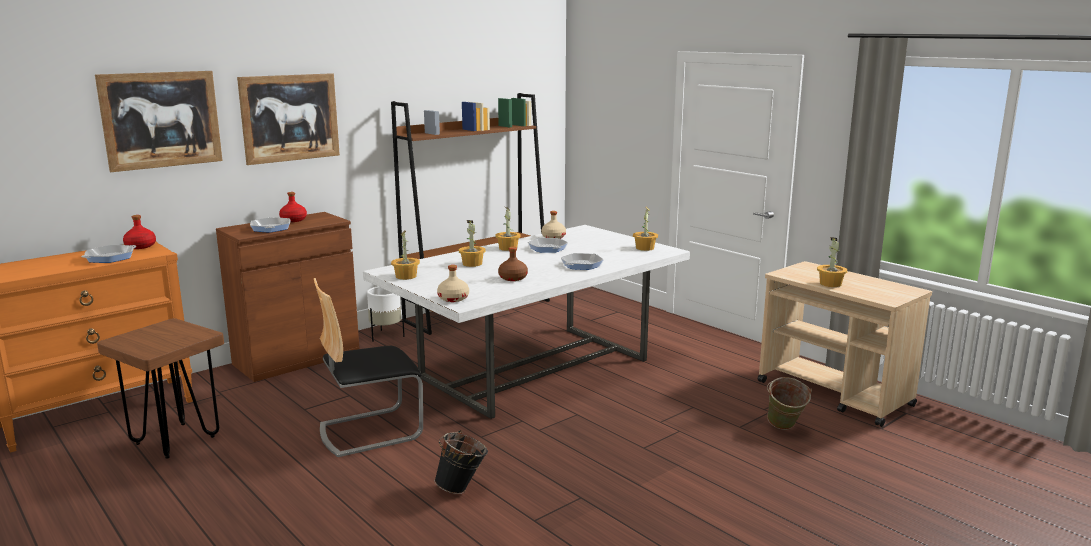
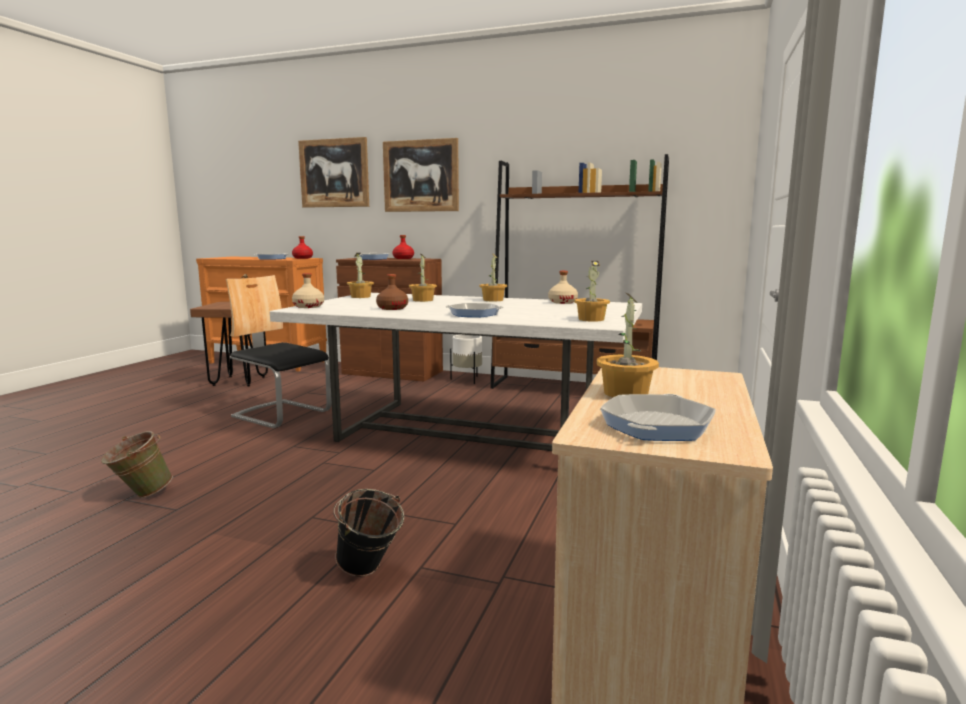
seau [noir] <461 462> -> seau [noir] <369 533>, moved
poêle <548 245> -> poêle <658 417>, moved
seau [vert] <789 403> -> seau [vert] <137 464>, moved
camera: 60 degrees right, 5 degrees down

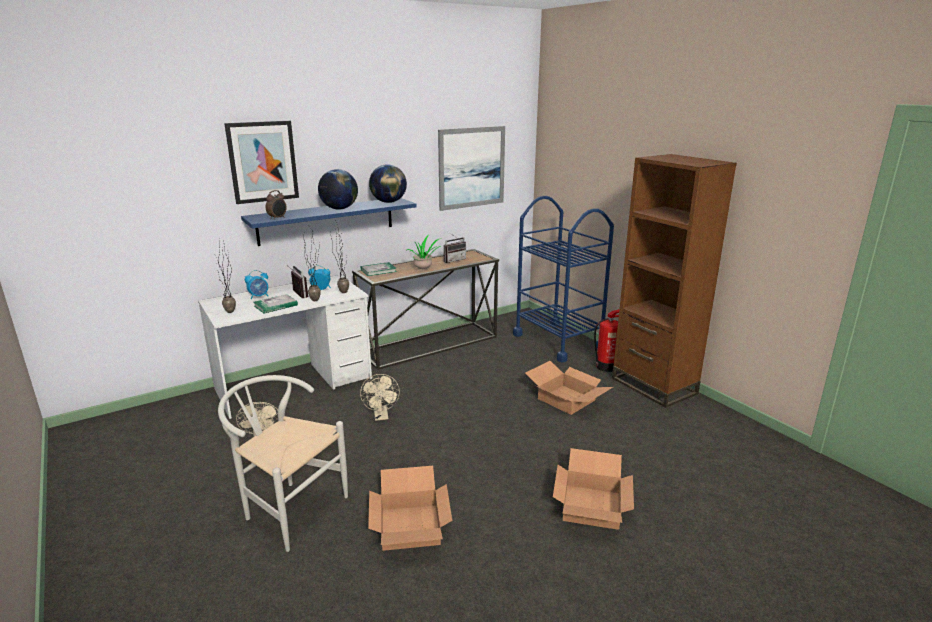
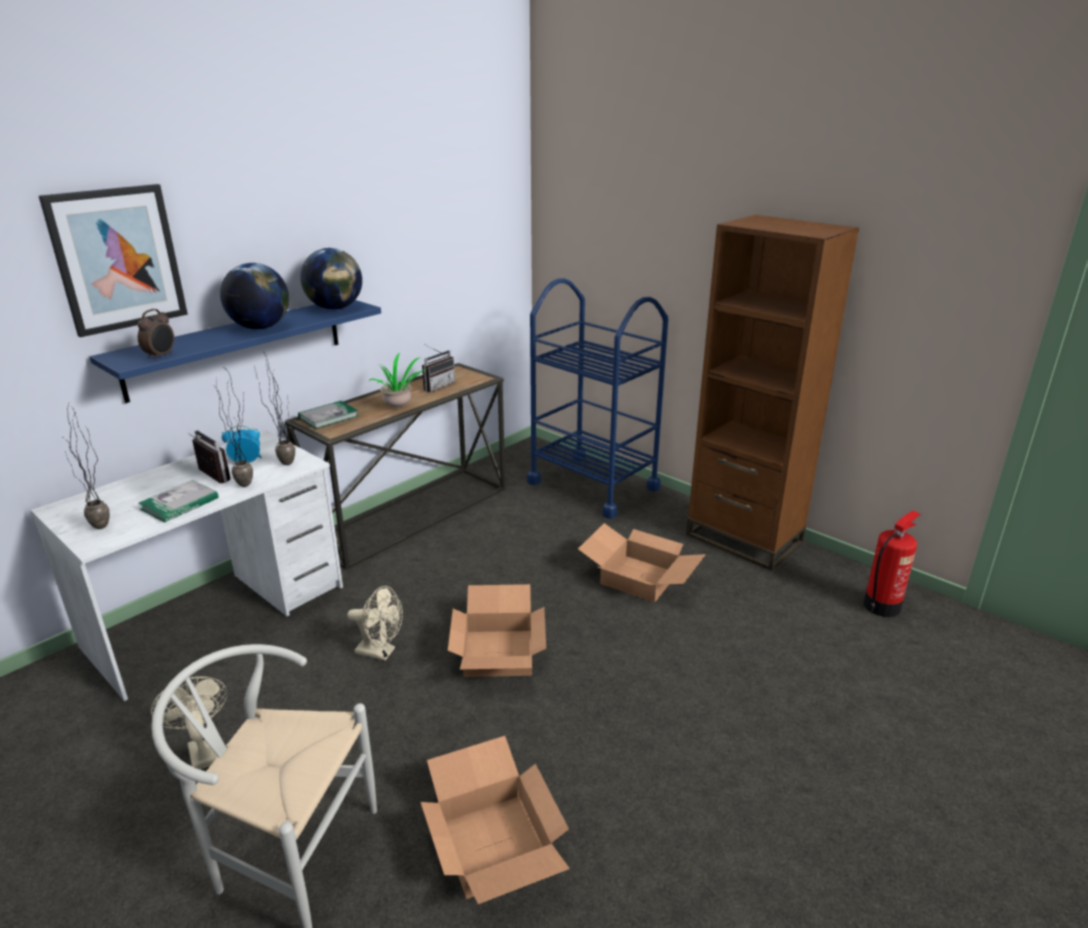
réveil <256 284> -> none
ventilateur [beige] <380 397> -> ventilateur [beige] <375 623>, 45 degrees counterclockwise
tableau <471 168> -> none
carton <593 489> -> carton <497 630>, moved
extincteur <606 340> -> extincteur <891 563>, moved
camera: 15 degrees left, 5 degrees up

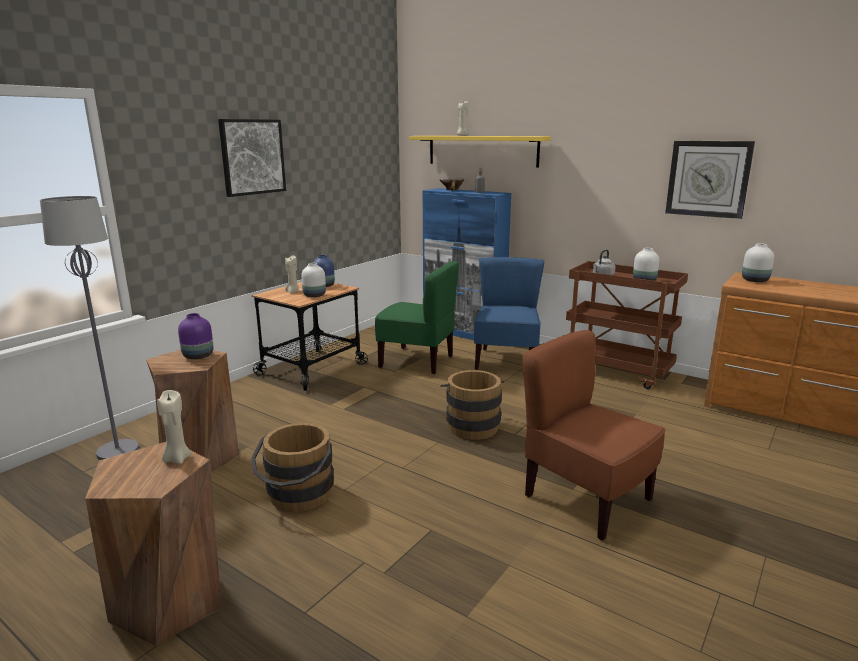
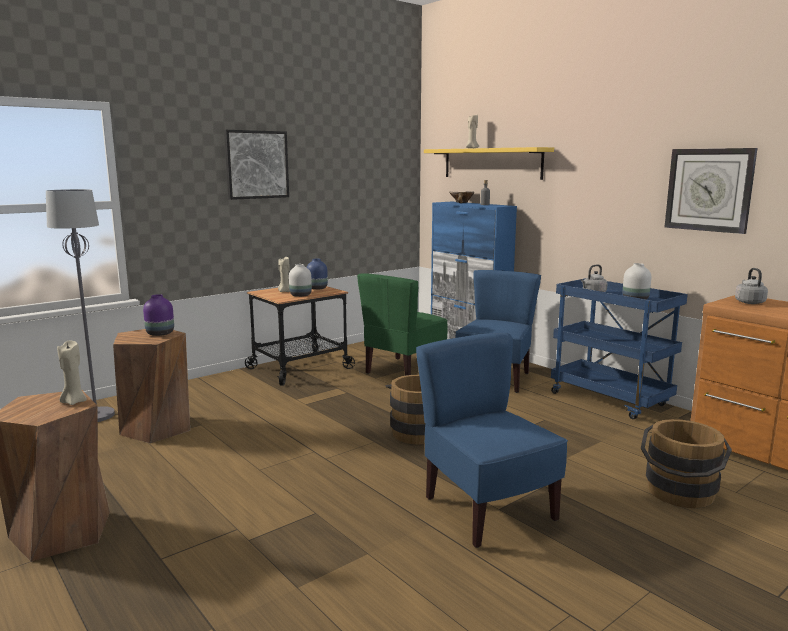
seau [marron] <292 467> -> seau [marron] <686 463>, moved
chaise [vert] <417 317> -> chaise [vert] <402 324>, 90 degrees clockwise
chaise [marron] <594 435> -> chaise [bleu] <492 440>
chariot [marron] <627 325> -> chariot [bleu] <619 348>
vase [blanc] <758 262> -> bouilloire [gris] <751 286>
camera: 15 degrees right, 5 degrees down

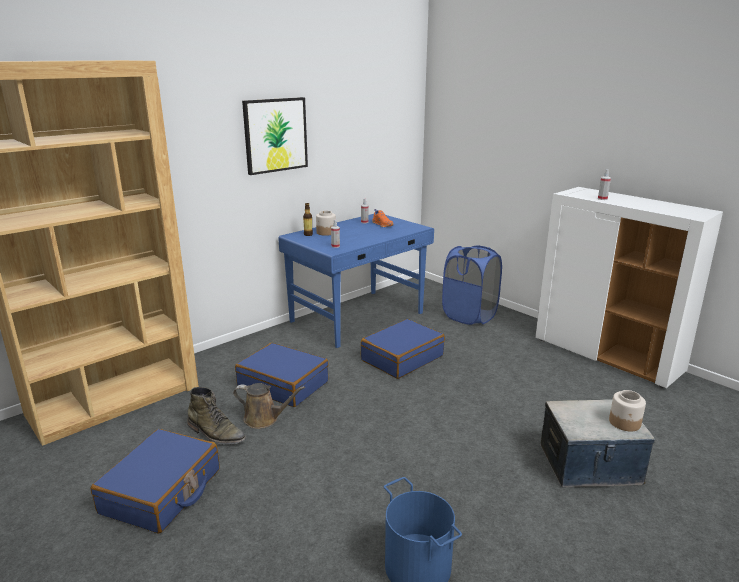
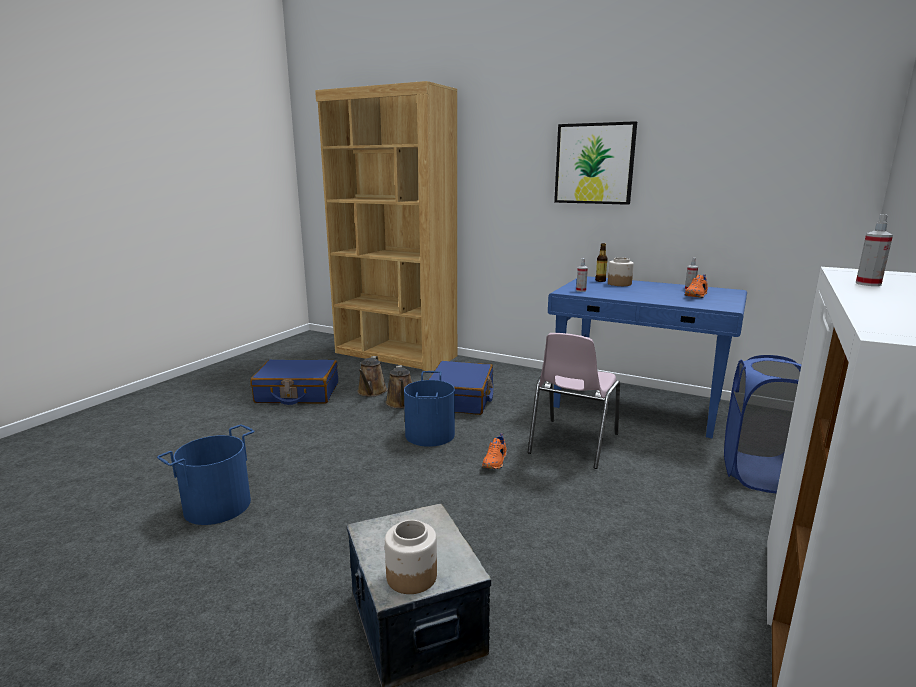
botte [vert] <216 415> -> arrosoir [marron] <372 376>
valise [bleu] <403 349> -> chaise [rose] <574 401>
none -> seau [bleu] <429 409>
none -> chaussure [orange] <494 451>
camera: 70 degrees right, 5 degrees down

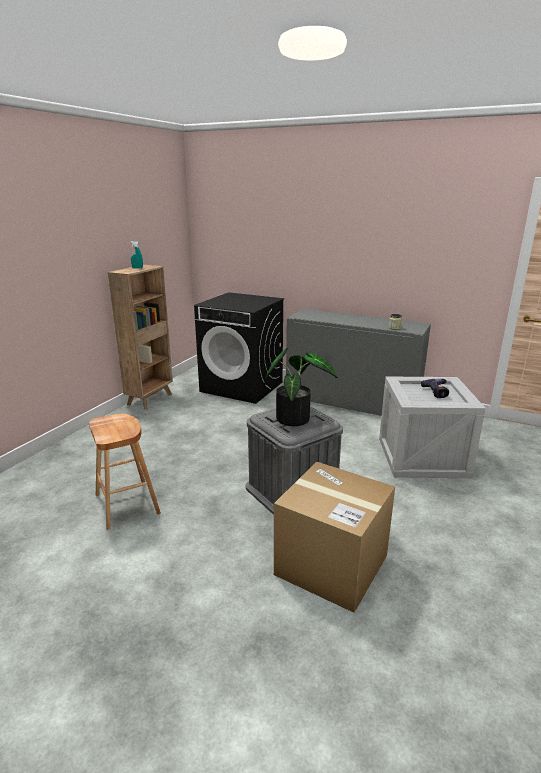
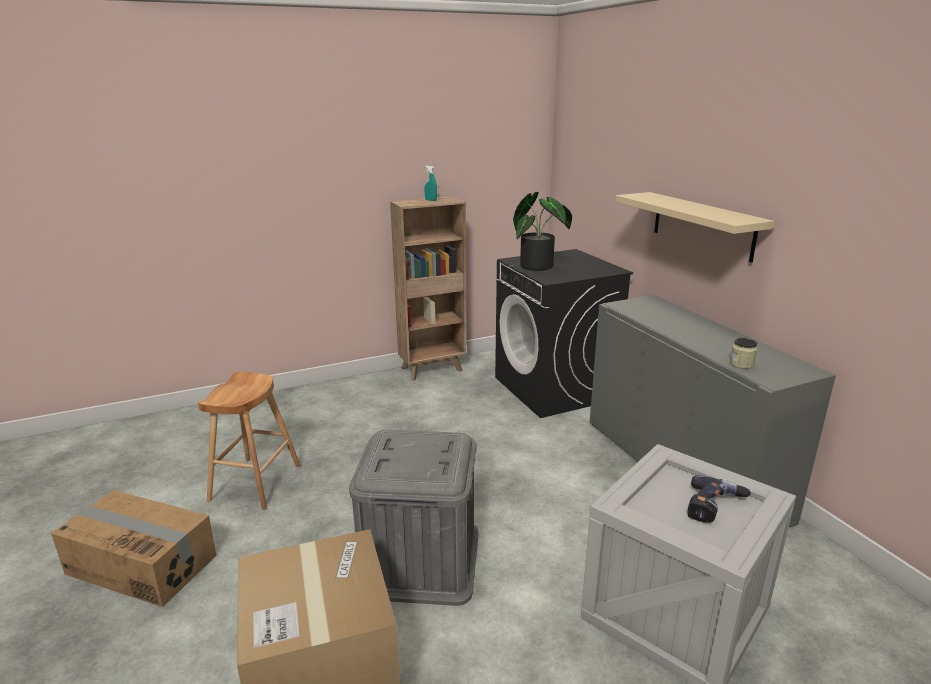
plante en pot <301 386> -> plante en pot <542 231>, moved
none -> carton <134 548>
none -> étagère [beige] <695 227>
camera: 40 degrees right, 0 degrees up

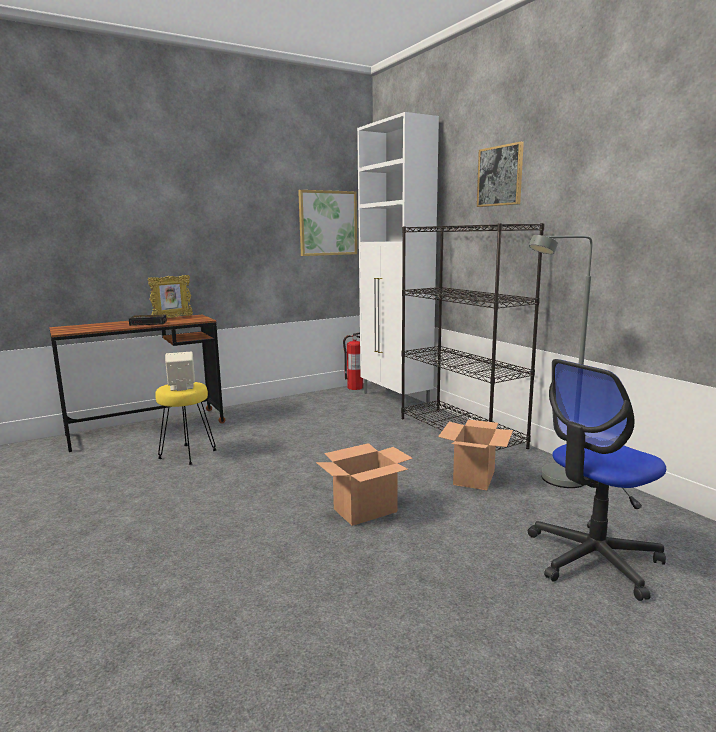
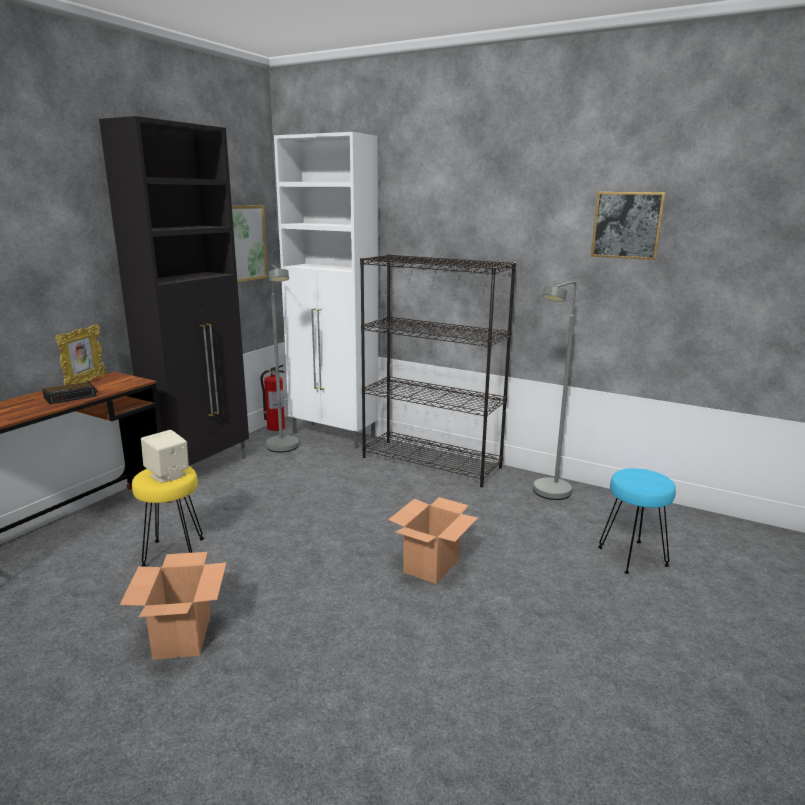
carton <475 454> -> carton <173 606>, moved
tableau <500 174> -> tableau <628 226>, moved
chaise de bureau <597 480> -> tabouret [turquoise] <637 521>
none -> meuble de rangement [noir] <174 291>
none -> lampadaire [gris] <282 358>
camera: 30 degrees left, 5 degrees up

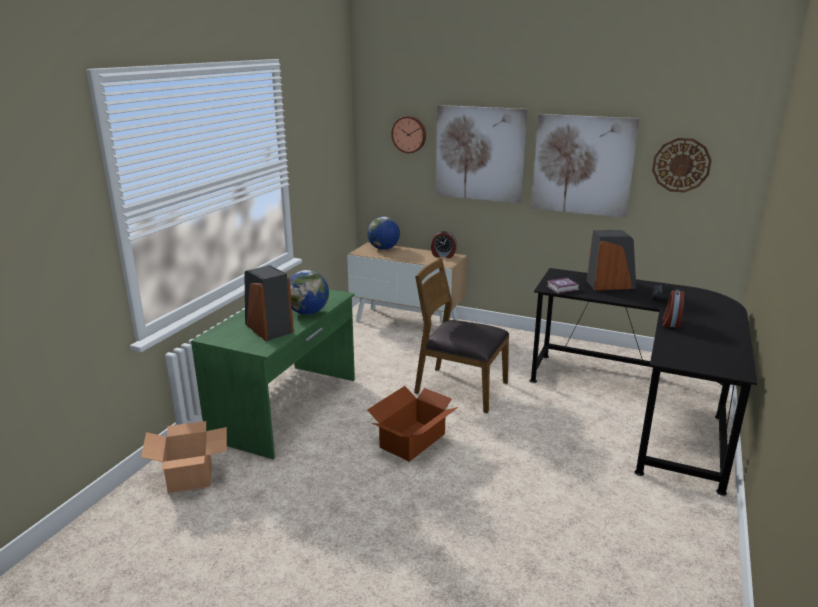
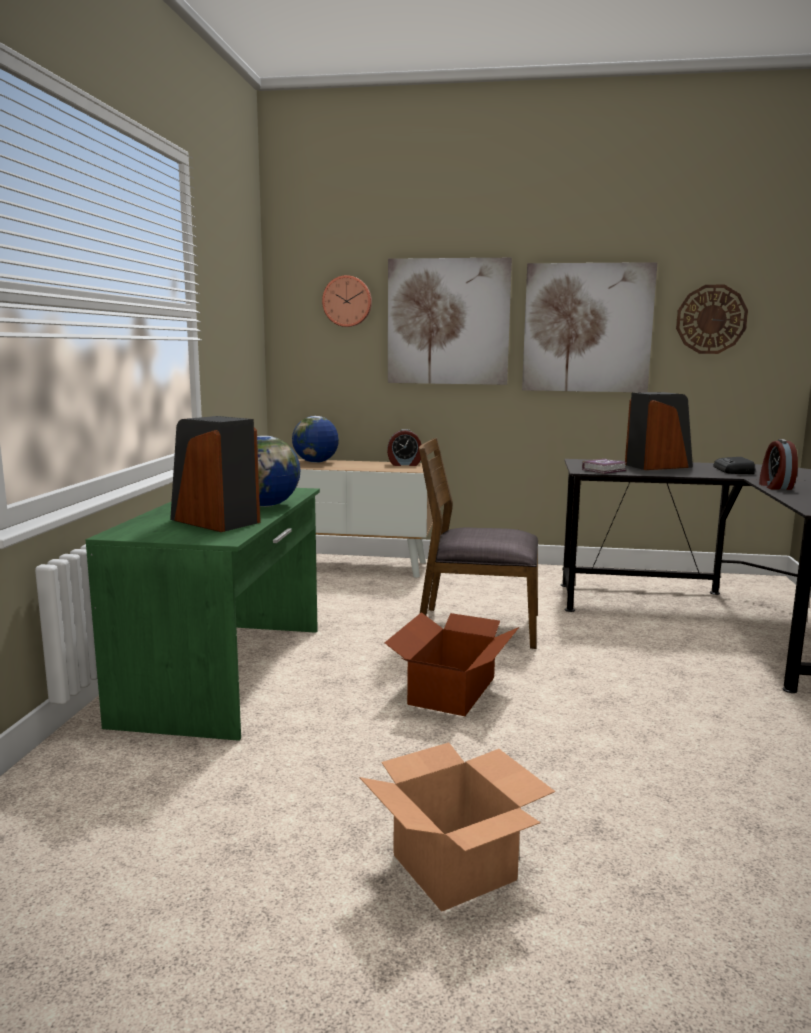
carton <184 457> -> carton <457 827>, moved
camera: 15 degrees left, 10 degrees down

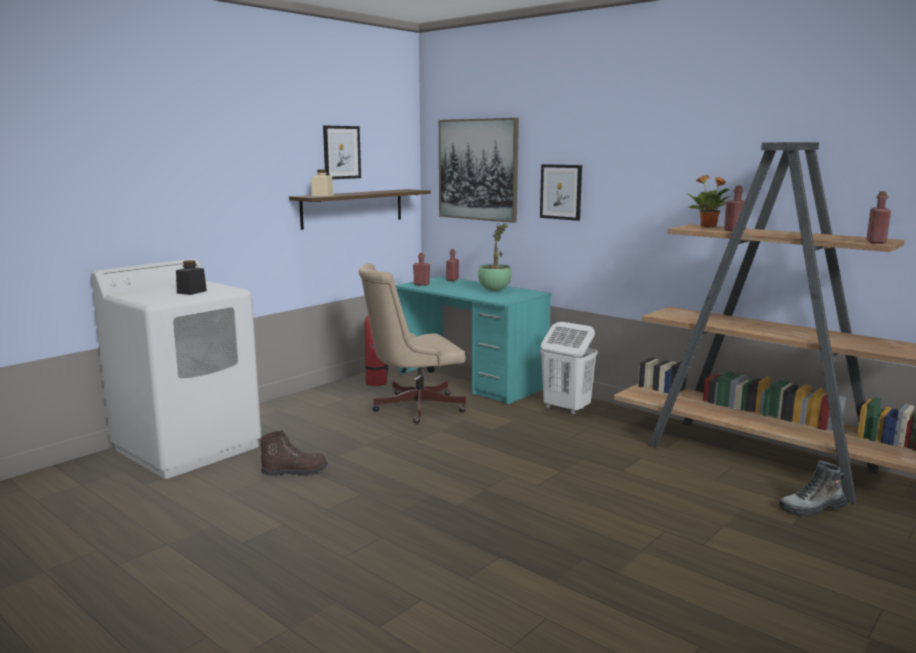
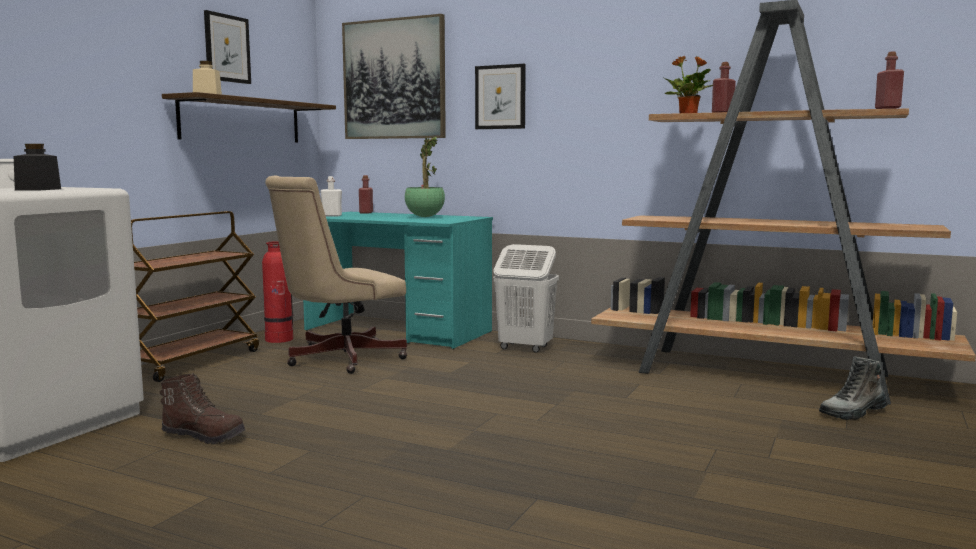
botte [marron] <294 453> -> botte [marron] <203 408>, 45 degrees clockwise
bouteille [rouge] <421 269> -> bouteille [blanc] <331 196>
none -> chariot [marron] <195 296>
camera: 15 degrees left, 5 degrees down

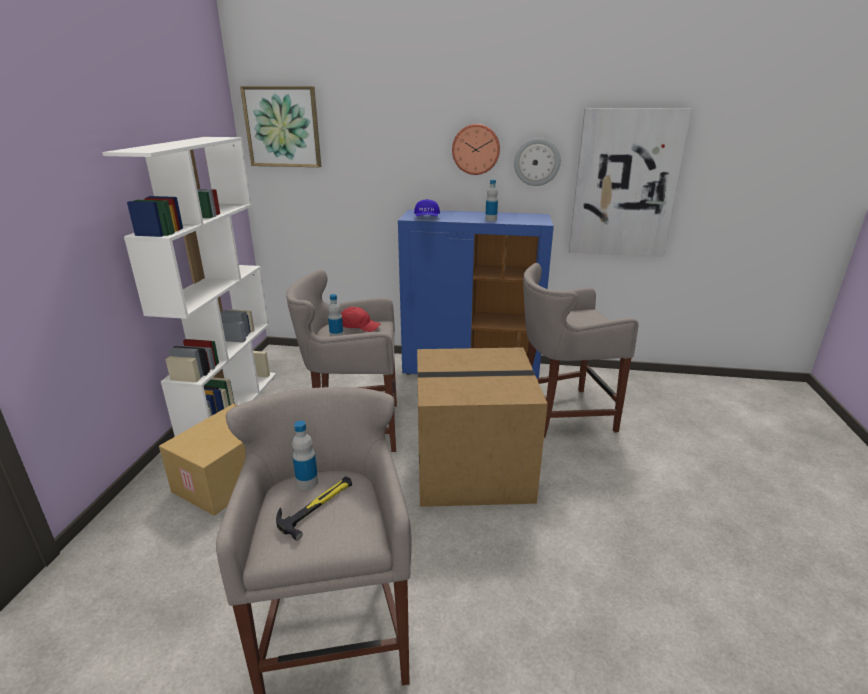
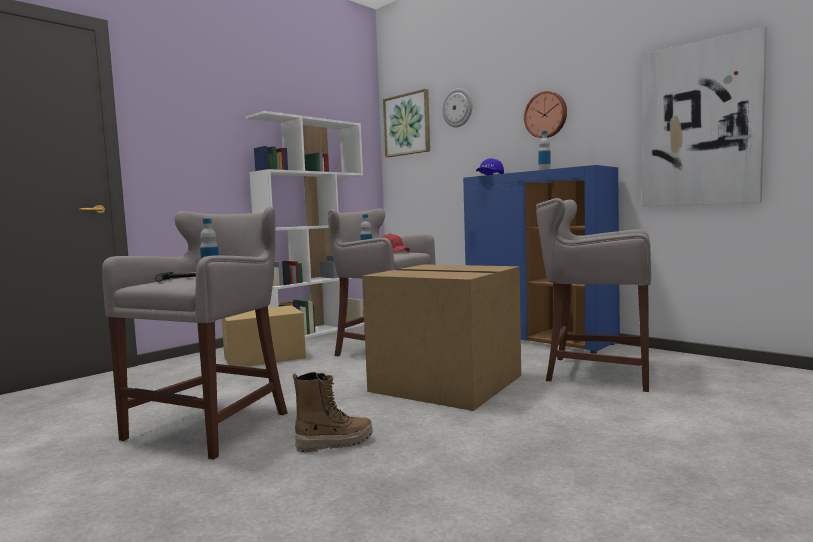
horloge murale <537 162> -> horloge murale <457 107>, moved
none -> botte <333 412>
camera: 35 degrees right, 20 degrees down

